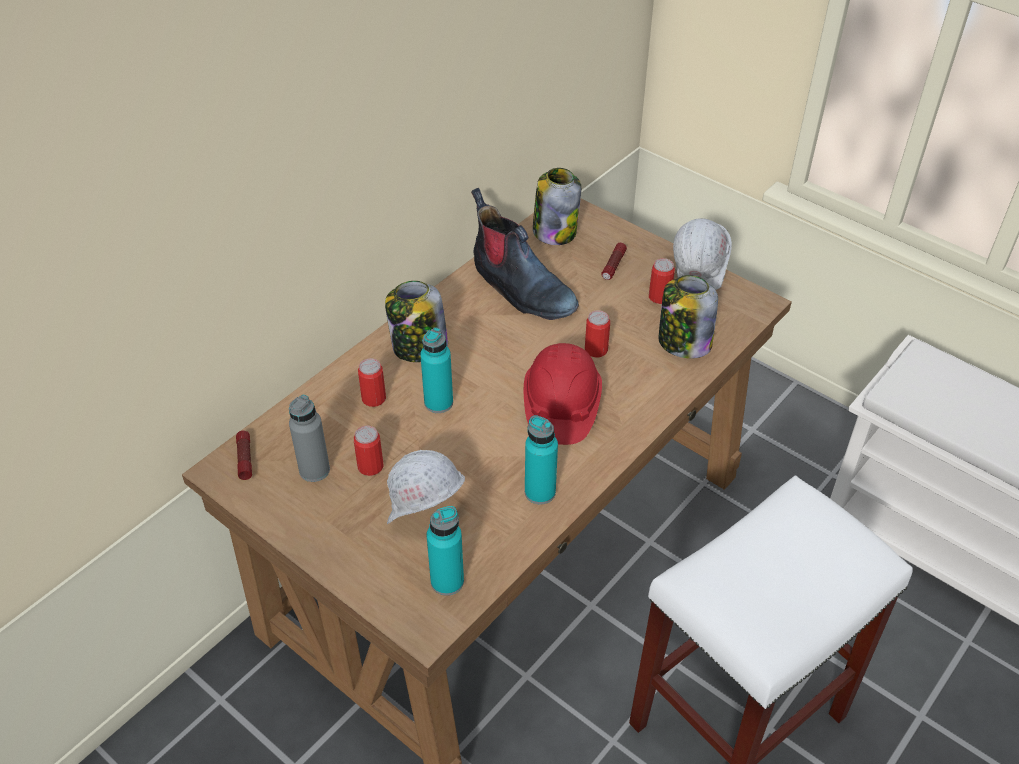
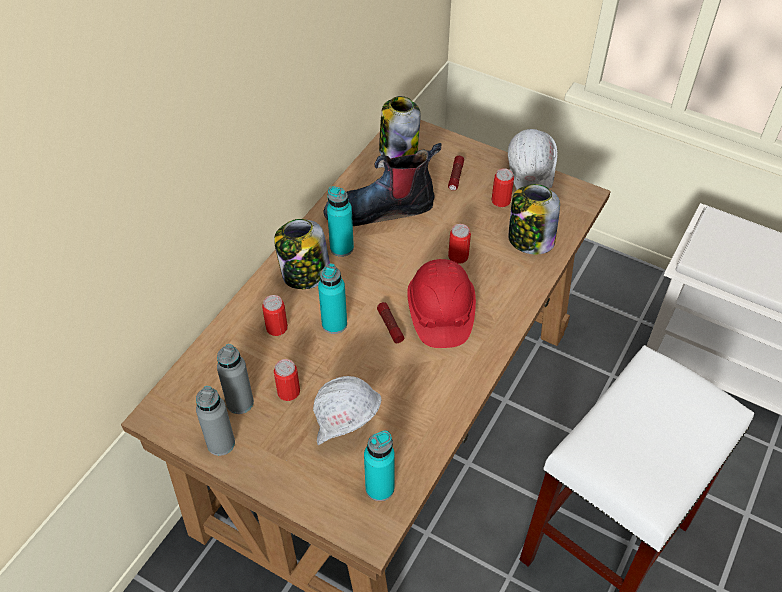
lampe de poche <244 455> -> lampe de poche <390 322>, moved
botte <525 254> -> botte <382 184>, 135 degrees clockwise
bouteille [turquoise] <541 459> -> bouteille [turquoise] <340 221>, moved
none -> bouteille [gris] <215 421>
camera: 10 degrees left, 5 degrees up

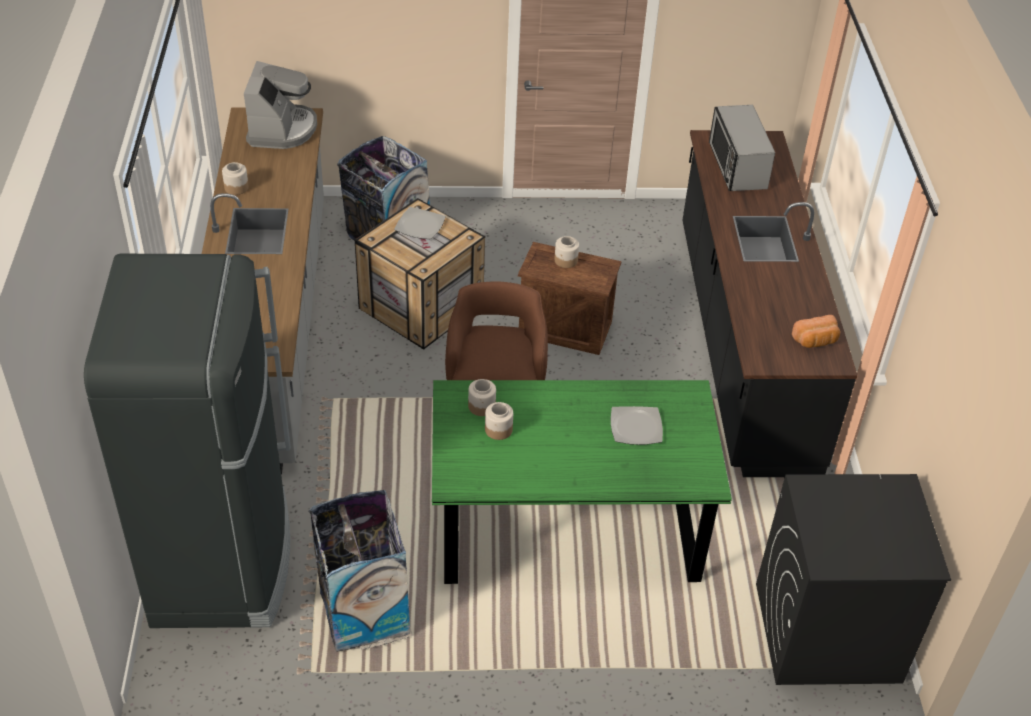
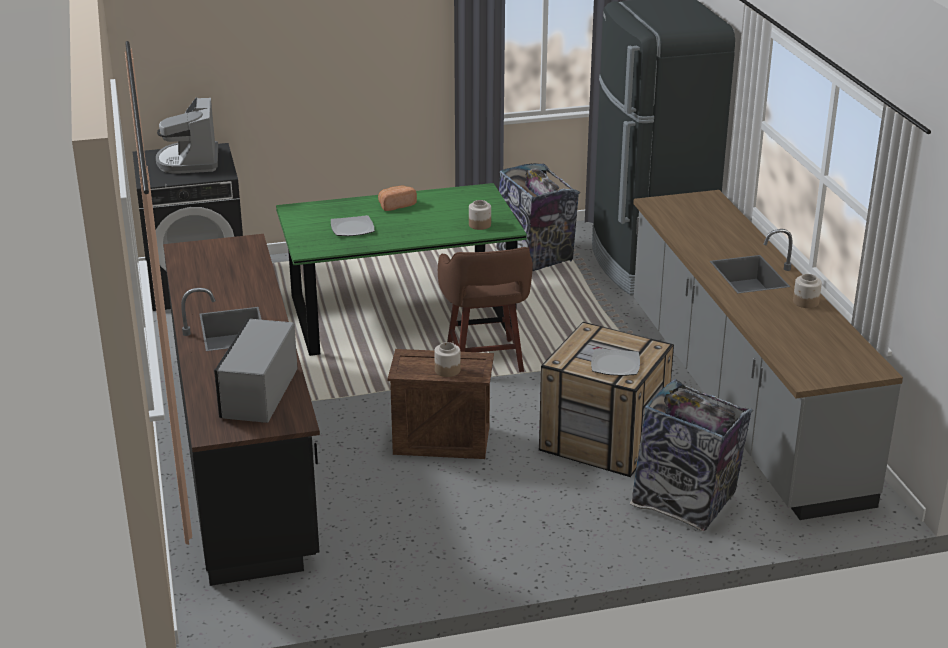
machine à café <280 105> -> machine à café <187 135>, moved
bocal <499 421> -> none
micro-ondes <742 148> -> micro-ondes <255 371>, 150 degrees counterclockwise
pain <816 331> -> pain <397 198>, moved
camera: 170 degrees right, 15 degrees down

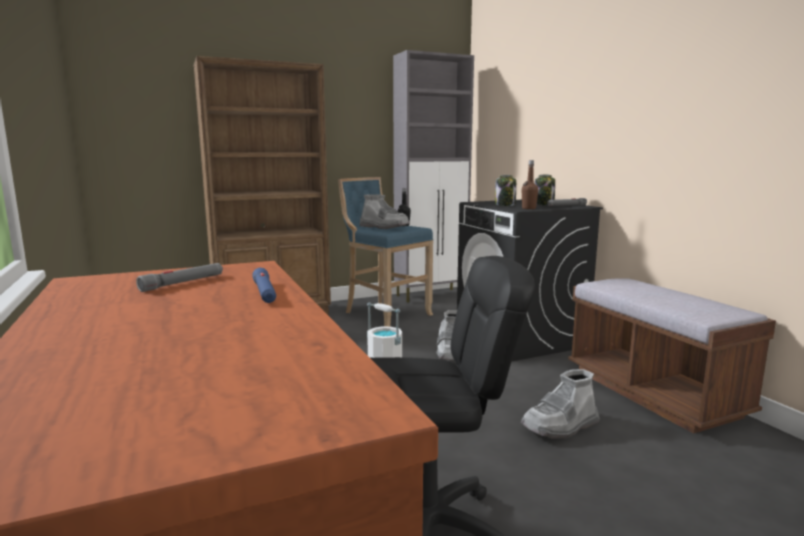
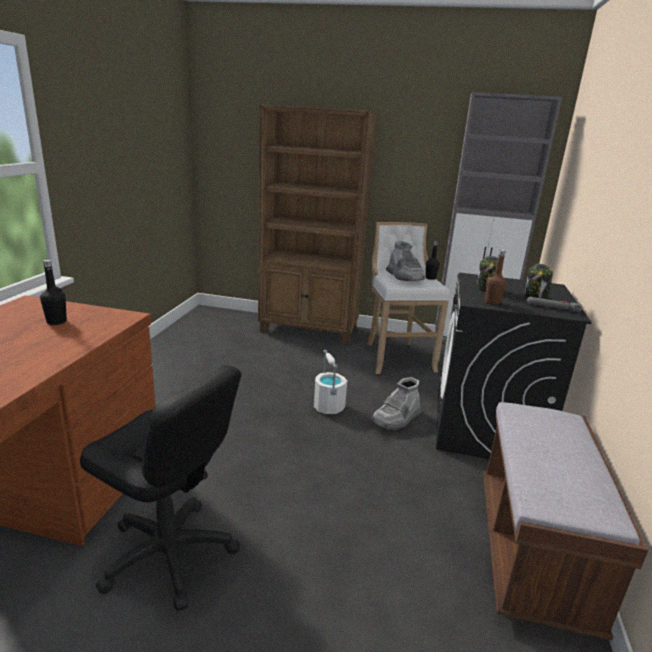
lampe de poche [gris] <179 277> -> bouteille [noir] <53 292>
lampe de poche [bleu] <264 285> -> none
tabouret [bleu] <385 252> -> tabouret [blanc] <408 298>
botte [gris] <560 404> -> none
camera: 35 degrees right, 10 degrees up

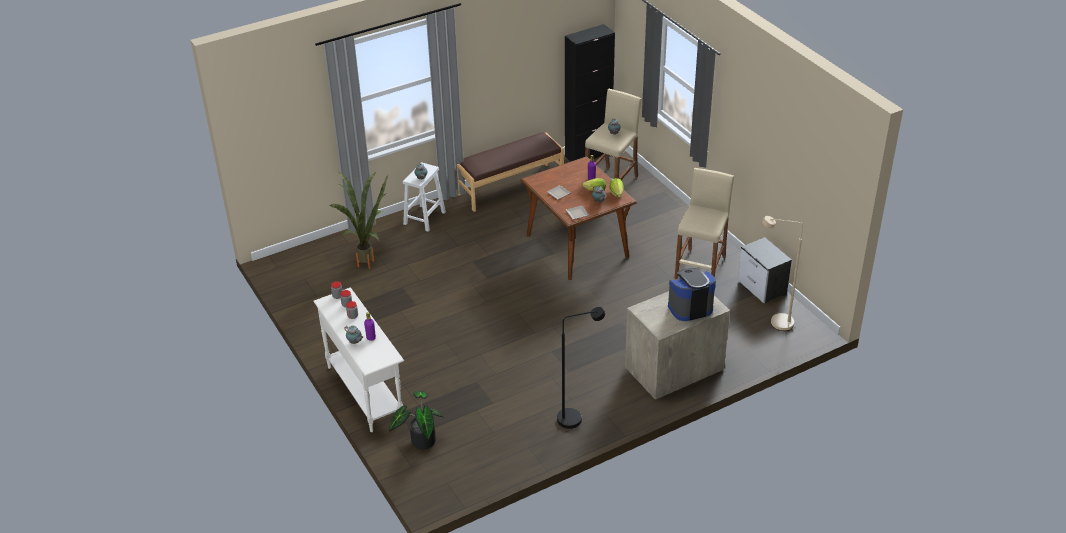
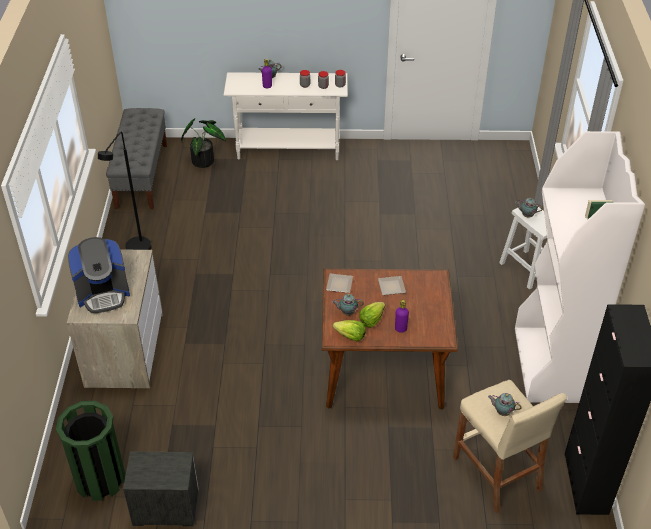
plante en pot <358 220> -> none
banc [marron] <510 172> -> bibliothèque [blanc] <580 267>
machine à café <692 294> -> machine à café <99 275>, 60 degrees clockwise
tabouret [beige] <704 223> -> none
lampadaire [beige] <782 273> -> poubelle [vert] <91 451>
none -> banc [gris] <136 158>
camera: 120 degrees right, 5 degrees up

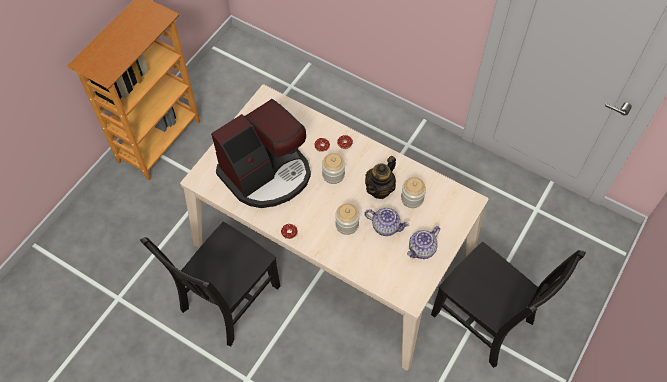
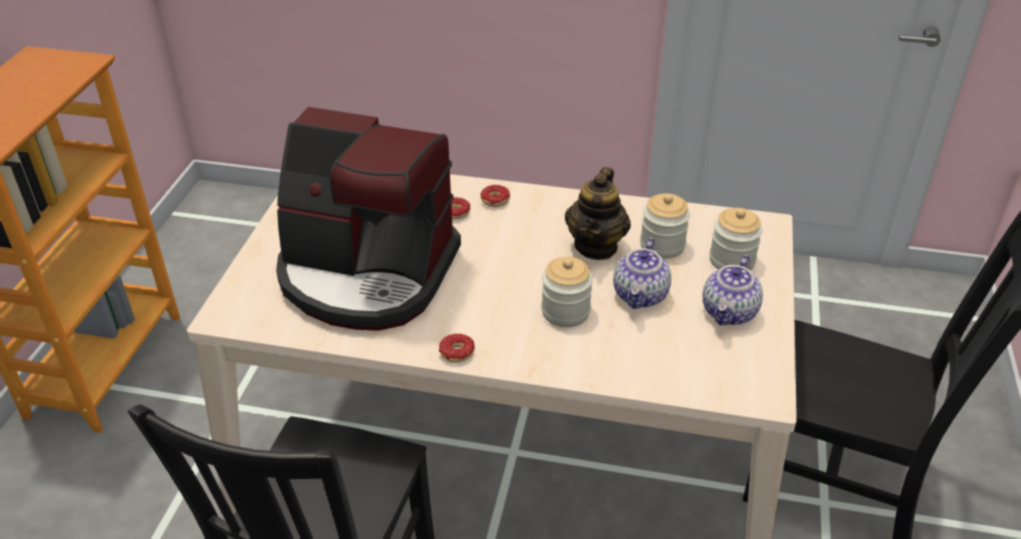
machine à café <261 153> -> machine à café <368 219>, 75 degrees clockwise
bocal <333 168> -> bocal <735 239>, moved
théière <386 222> -> théière <642 273>, 105 degrees clockwise
camera: 20 degrees left, 20 degrees down

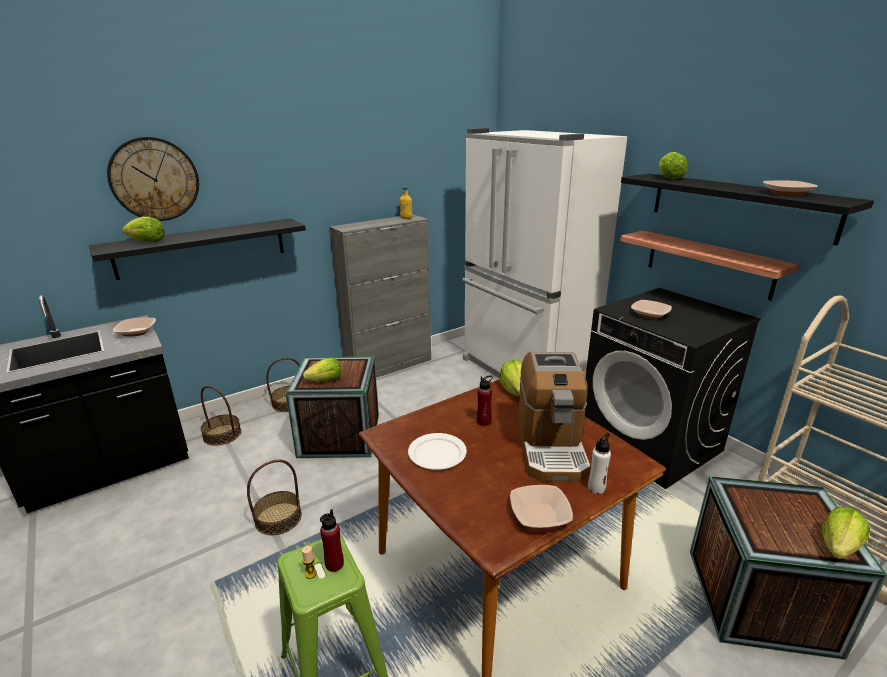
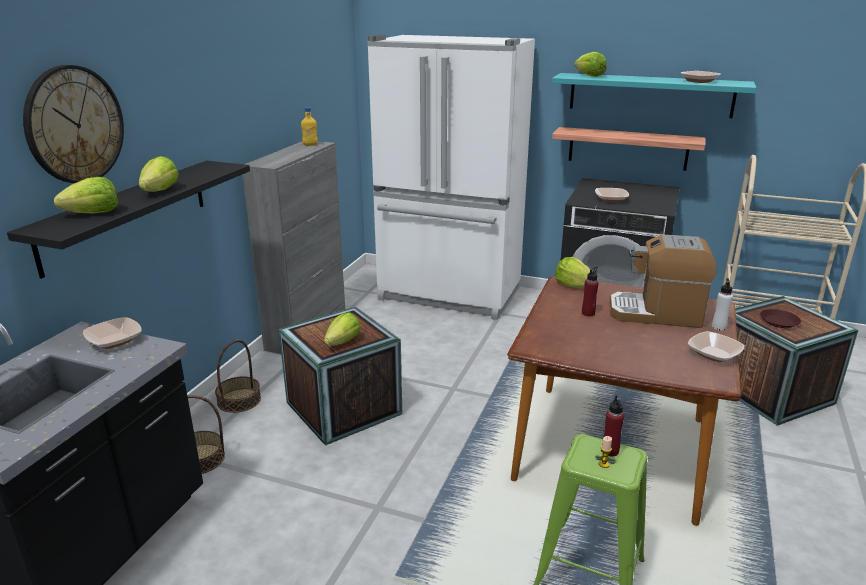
panier <274 497> -> none
assiette [blanc] <437 451> -> none
machine à café <554 417> -> machine à café <663 281>, 135 degrees clockwise
étagère [noir] <747 209> -> étagère [turquoise] <654 95>
laitue <846 533> -> laitue <159 174>, moved
none -> assiette [marron] <780 318>
camera: 35 degrees left, 0 degrees up

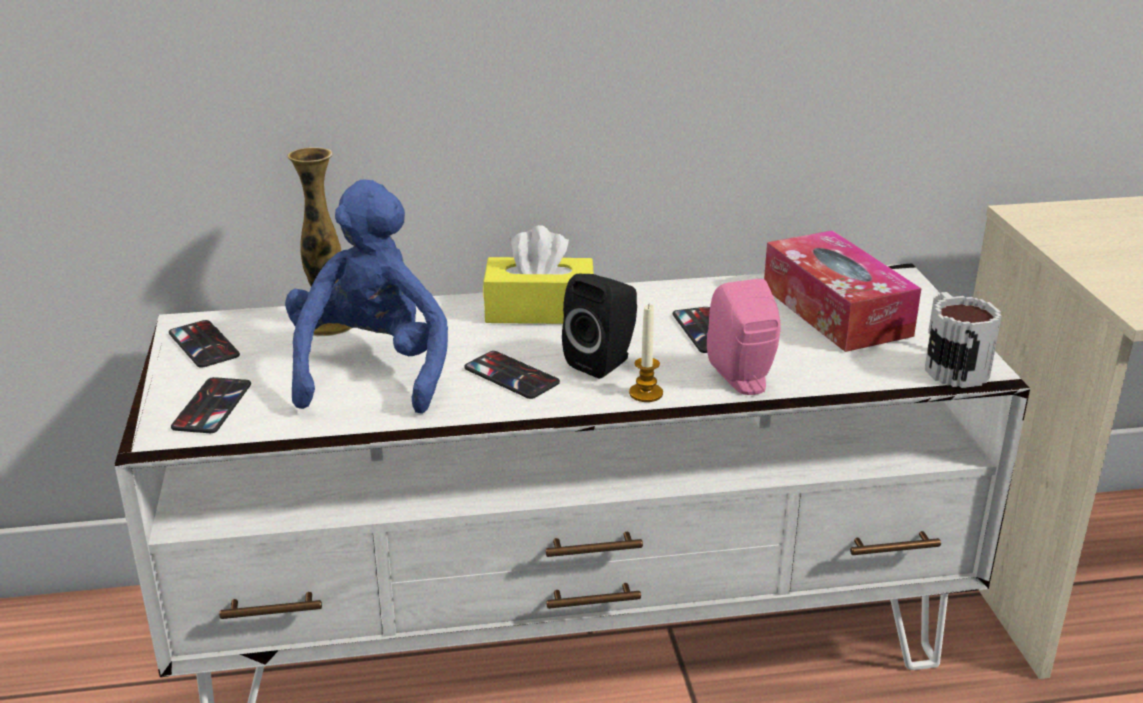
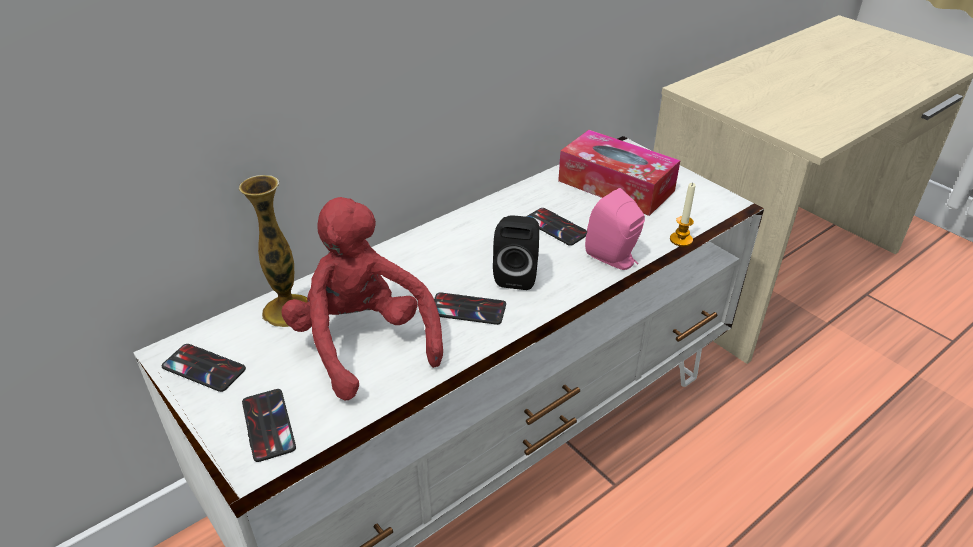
peluche [bleu] <366 296> -> peluche [rouge] <362 298>
boîte à mouchoirs [jaune] <538 274> -> none
bougie <646 353> -> bougie <683 214>, moved
mug <963 340> -> none
camera: 30 degrees left, 10 degrees up

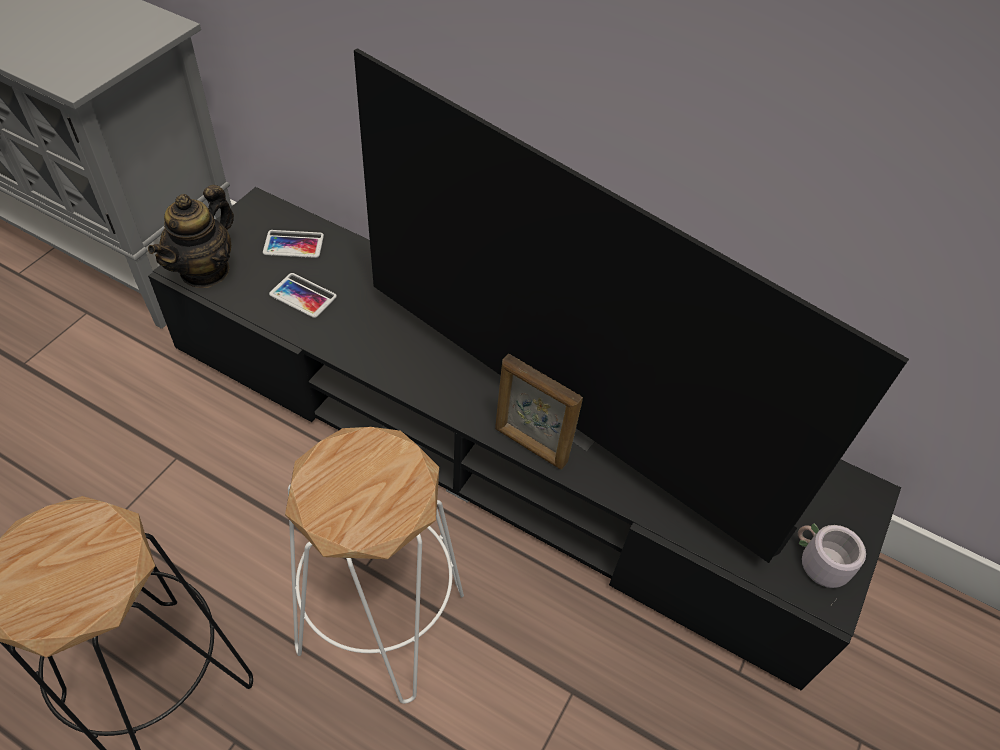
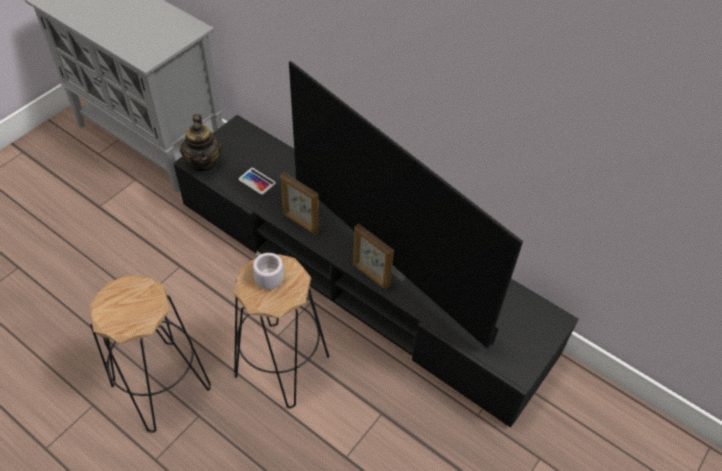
théière <191 236> -> théière <201 143>, 45 degrees counterclockwise
téléphone <293 244> -> none
tabouret [blanc] <374 565> -> tabouret [noir] <281 331>
mug [gris] <832 563> -> mug [gris] <268 270>, moved
none -> cadre photo <299 203>
camera: 10 degrees right, 0 degrees up

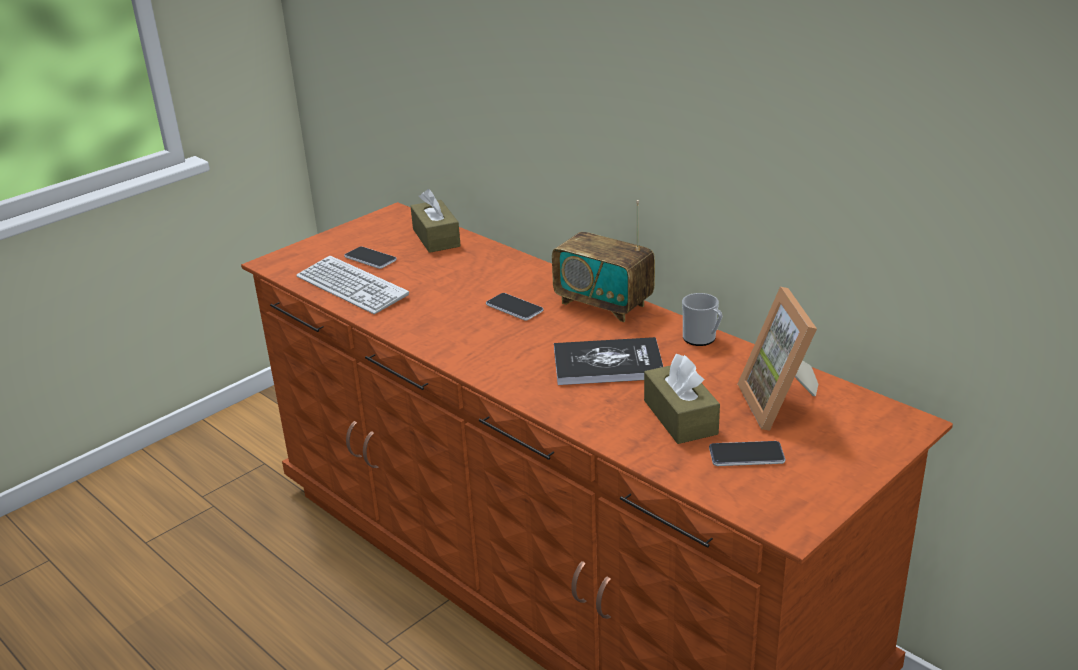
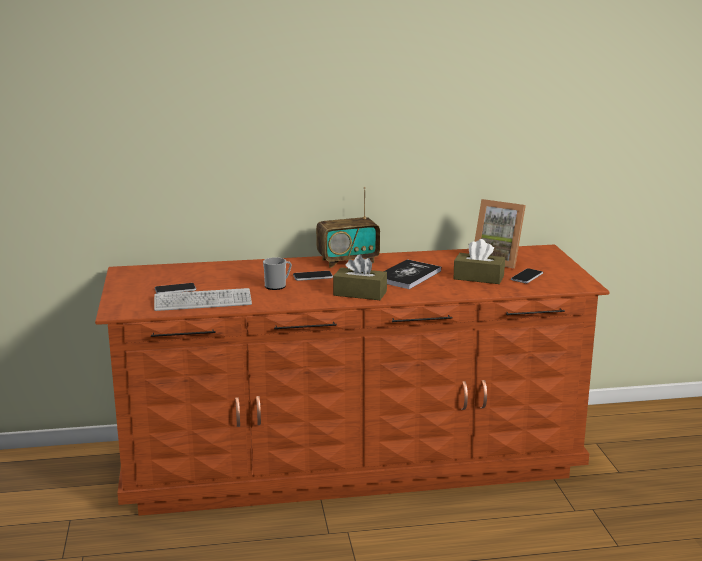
boîte à mouchoirs [marron] <436 221> -> boîte à mouchoirs [marron] <360 277>, moved
mug <702 319> -> mug <277 273>, moved
camera: 55 degrees left, 10 degrees down

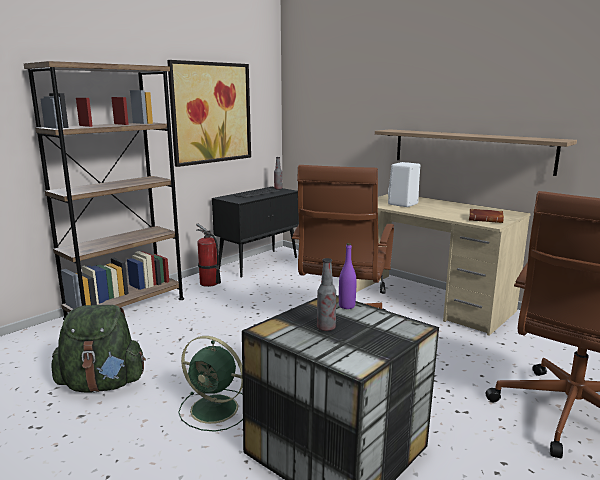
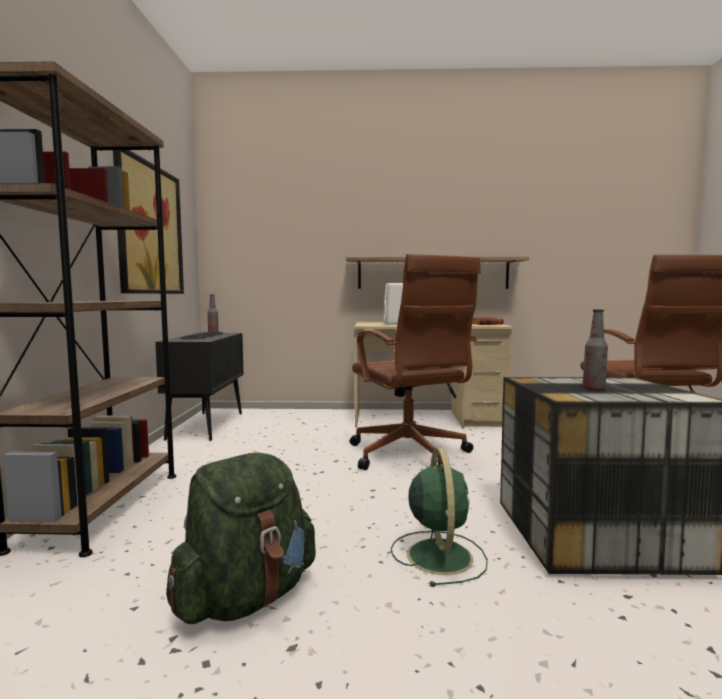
ventilateur [vert] <210 384> -> ventilateur [vert] <439 517>, 75 degrees counterclockwise
extincteur <208 255> -> none
bouteille [violet] <347 276> -> none
camera: 40 degrees left, 10 degrees down

